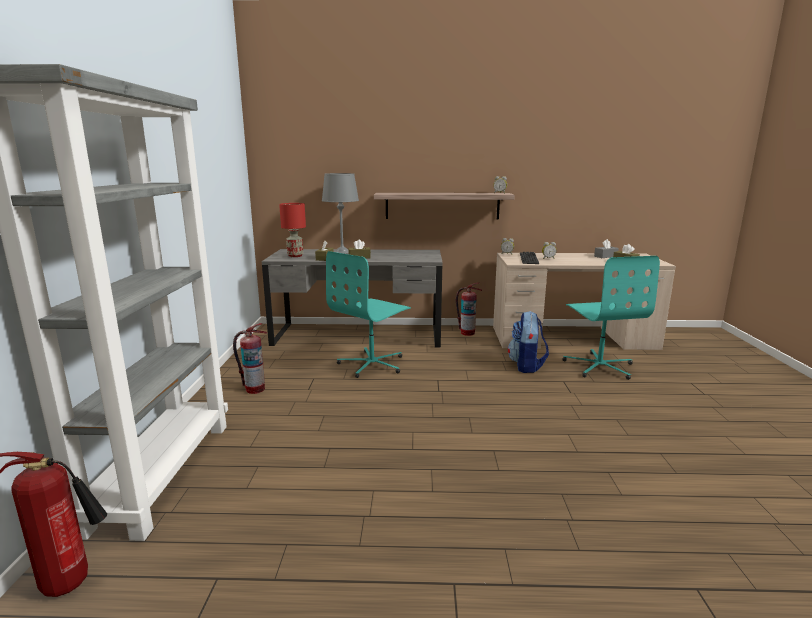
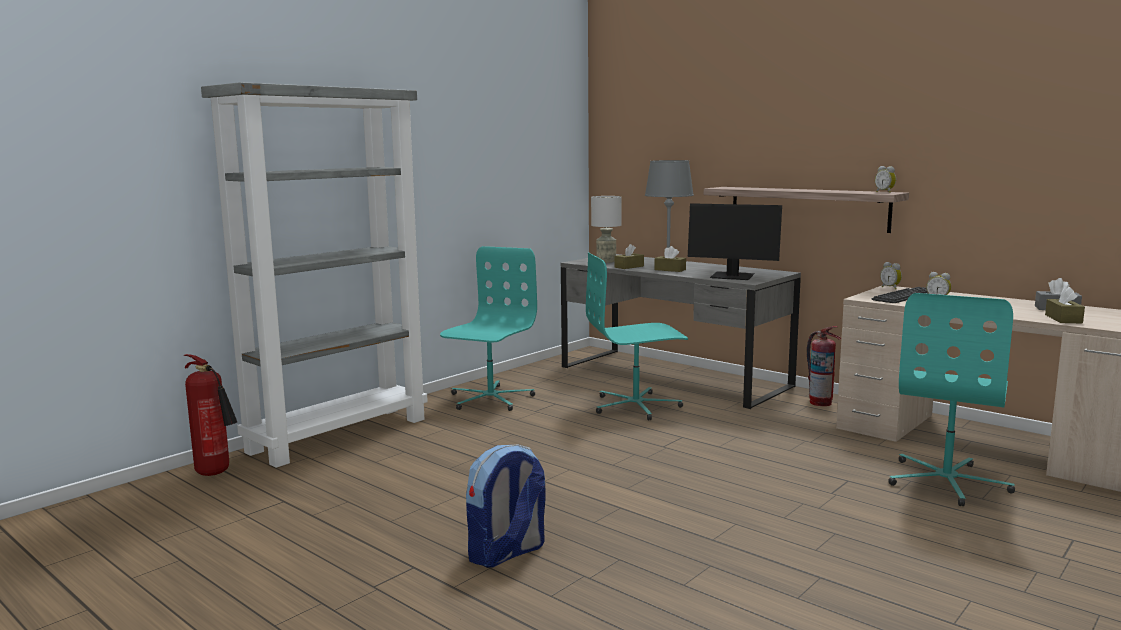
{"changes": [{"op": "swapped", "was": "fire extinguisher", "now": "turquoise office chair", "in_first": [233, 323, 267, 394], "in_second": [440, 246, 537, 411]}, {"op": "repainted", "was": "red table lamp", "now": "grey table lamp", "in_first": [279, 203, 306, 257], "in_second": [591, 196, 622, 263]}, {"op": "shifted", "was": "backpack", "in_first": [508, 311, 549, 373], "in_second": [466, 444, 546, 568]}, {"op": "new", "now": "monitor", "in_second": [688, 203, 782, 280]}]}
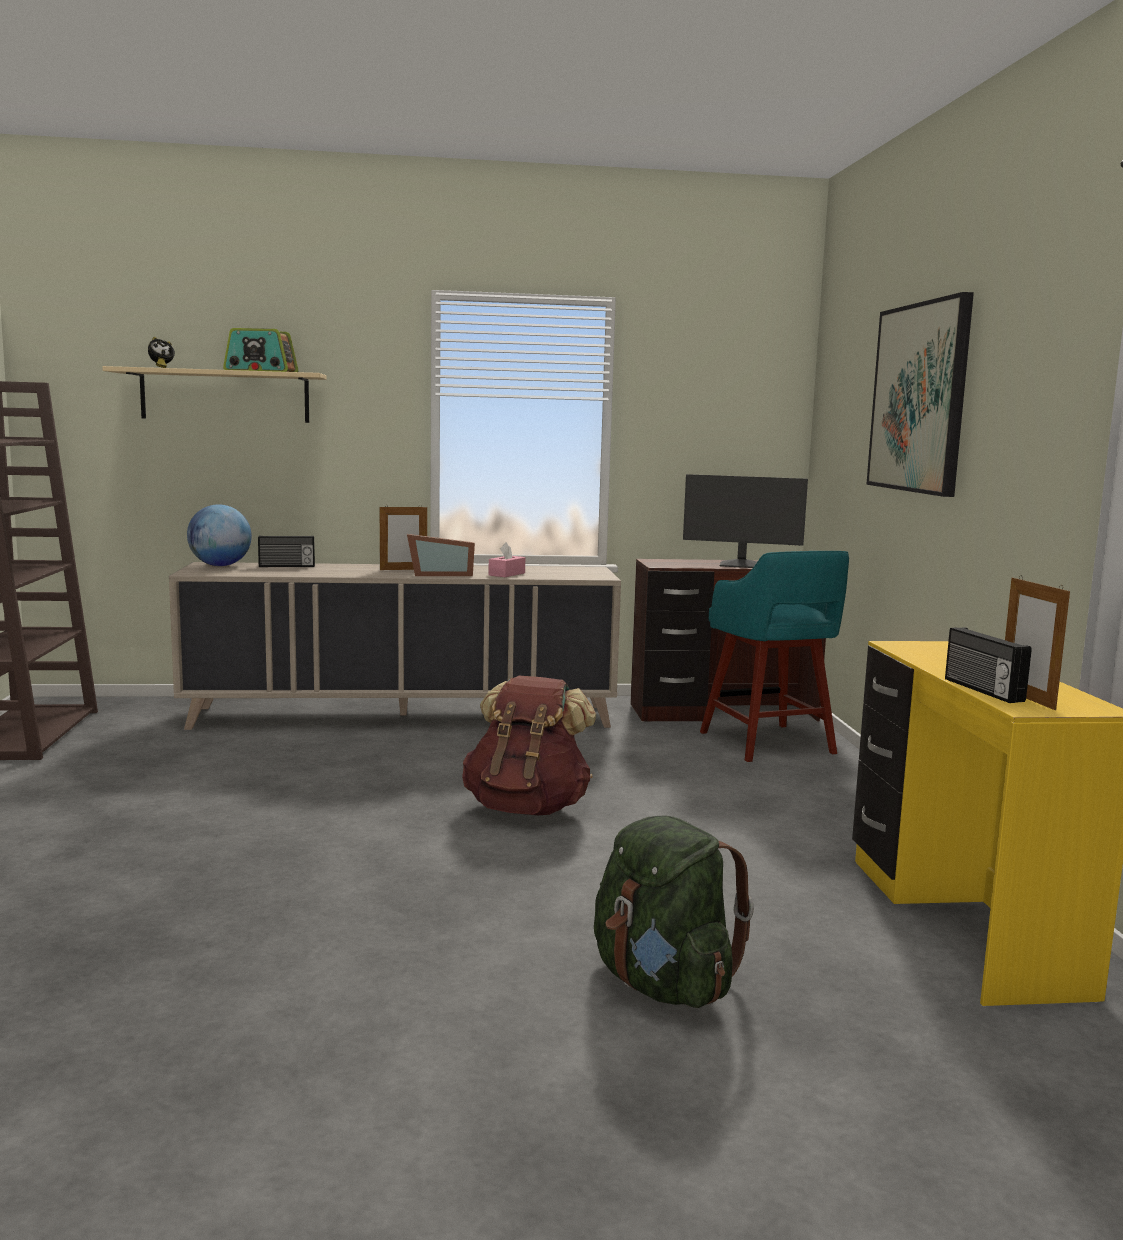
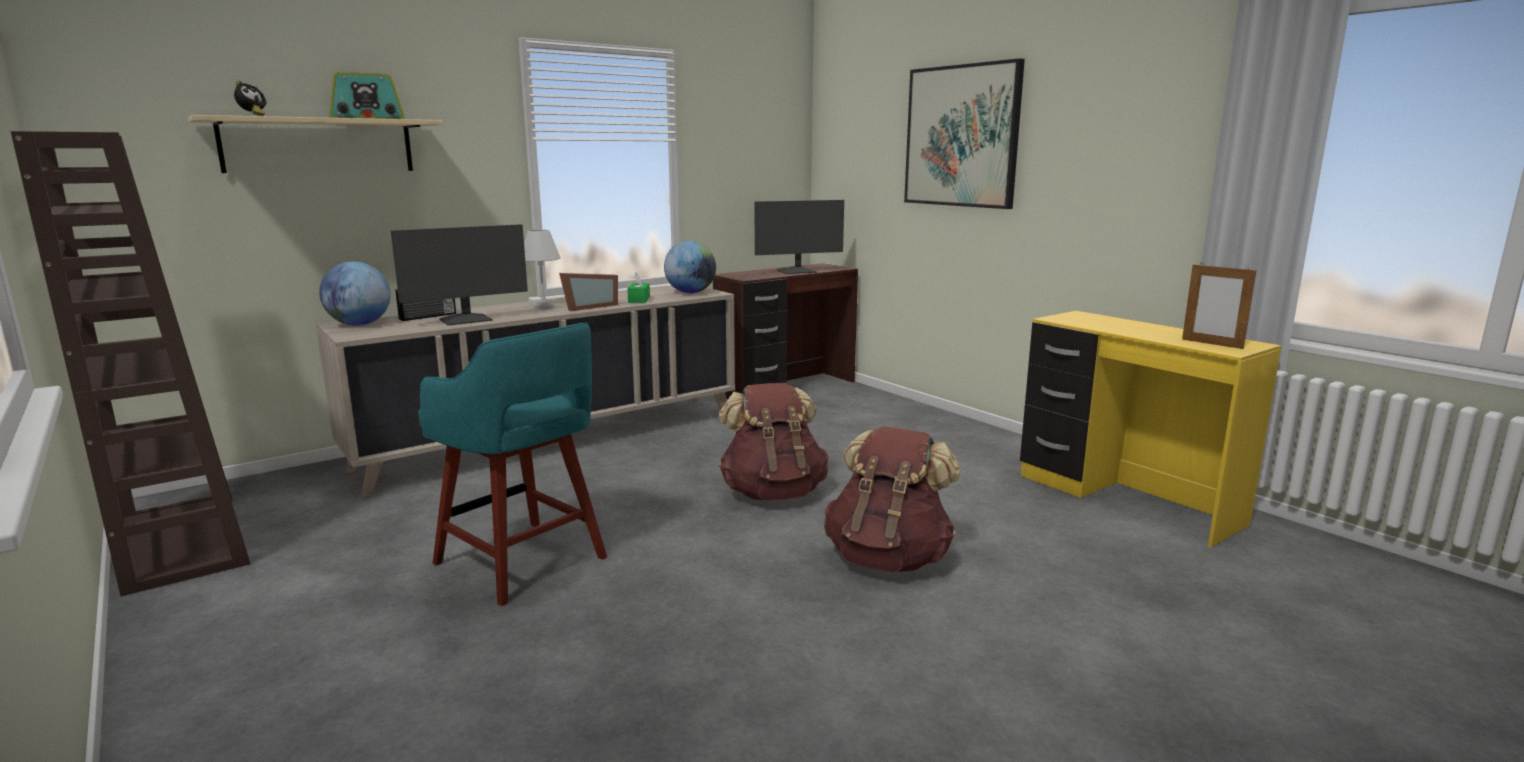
{"changes": [{"op": "swapped", "was": "picture frame", "now": "white table lamp", "in_first": [380, 505, 427, 570], "in_second": [524, 229, 560, 308]}, {"op": "repainted", "was": "pink tissue box", "now": "green tissue box", "in_first": [488, 542, 525, 577], "in_second": [627, 272, 650, 303]}, {"op": "gone", "was": "green backpack", "in_first": [594, 815, 754, 1008]}, {"op": "shifted", "was": "turquoise stool", "in_first": [700, 551, 849, 762], "in_second": [418, 322, 607, 606]}, {"op": "gone", "was": "radio", "in_first": [945, 627, 1032, 703]}, {"op": "new", "now": "monitor", "in_second": [391, 224, 528, 325]}, {"op": "new", "now": "globe", "in_second": [664, 241, 716, 293]}, {"op": "new", "now": "brown backpack", "in_second": [824, 426, 961, 572]}]}
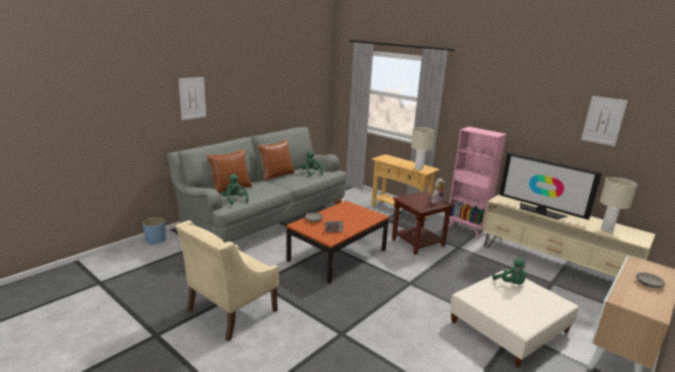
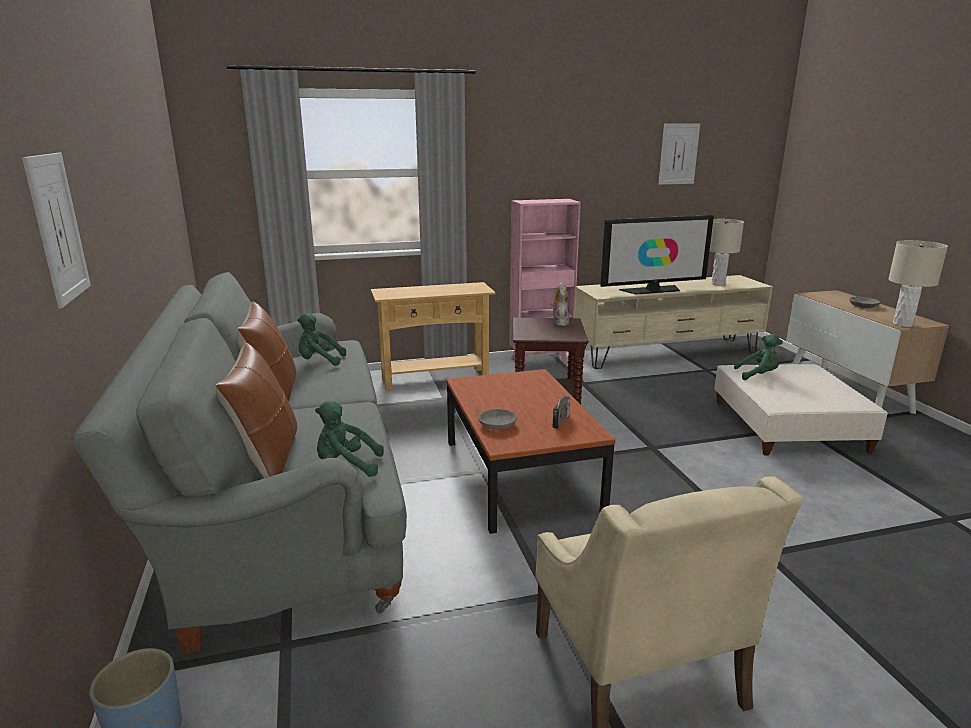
{"changes": [{"op": "shifted", "was": "beige table lamp", "in_first": [411, 127, 434, 170], "in_second": [888, 240, 948, 327]}]}
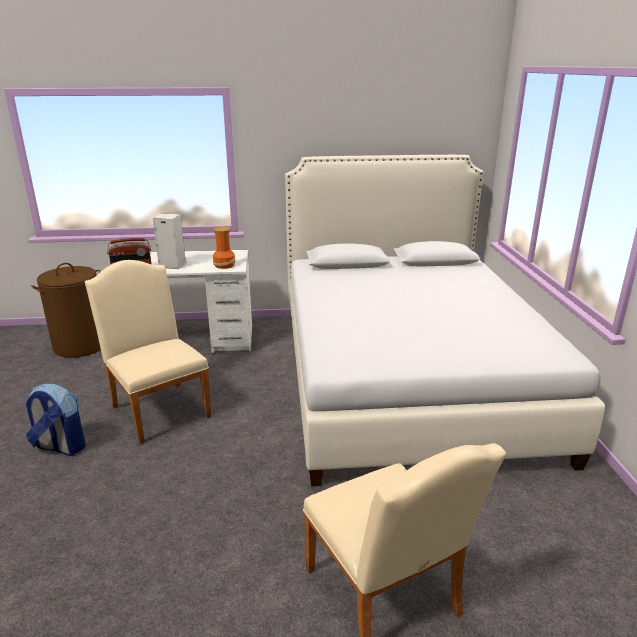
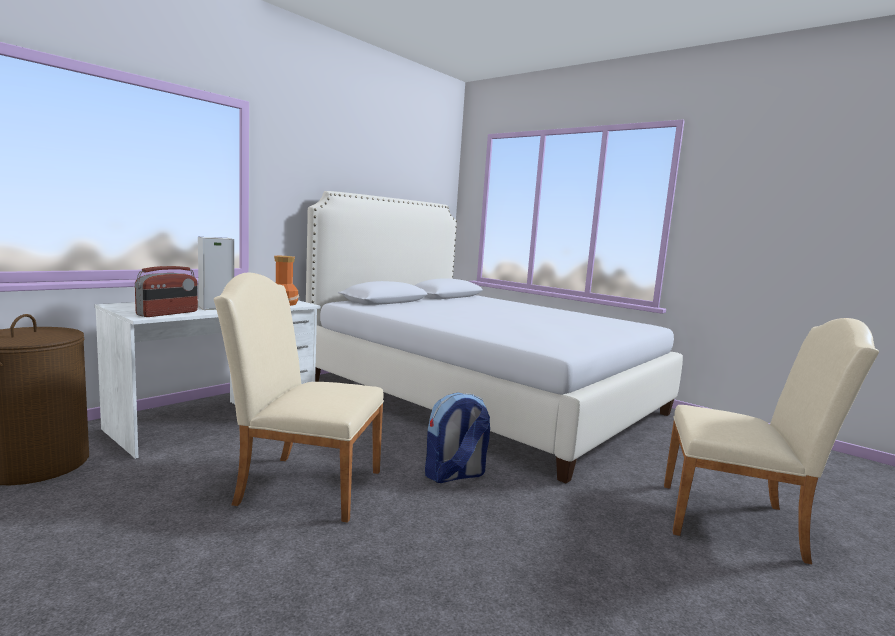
{"changes": [{"op": "shifted", "was": "backpack", "in_first": [26, 383, 86, 456], "in_second": [425, 392, 490, 483]}]}
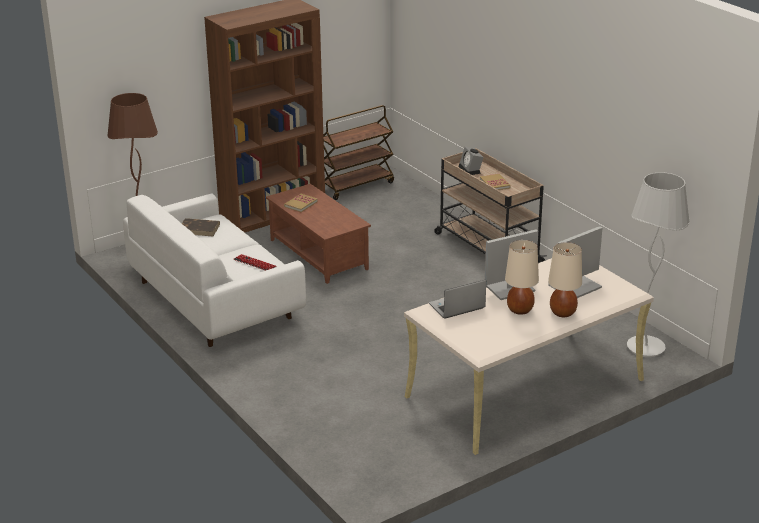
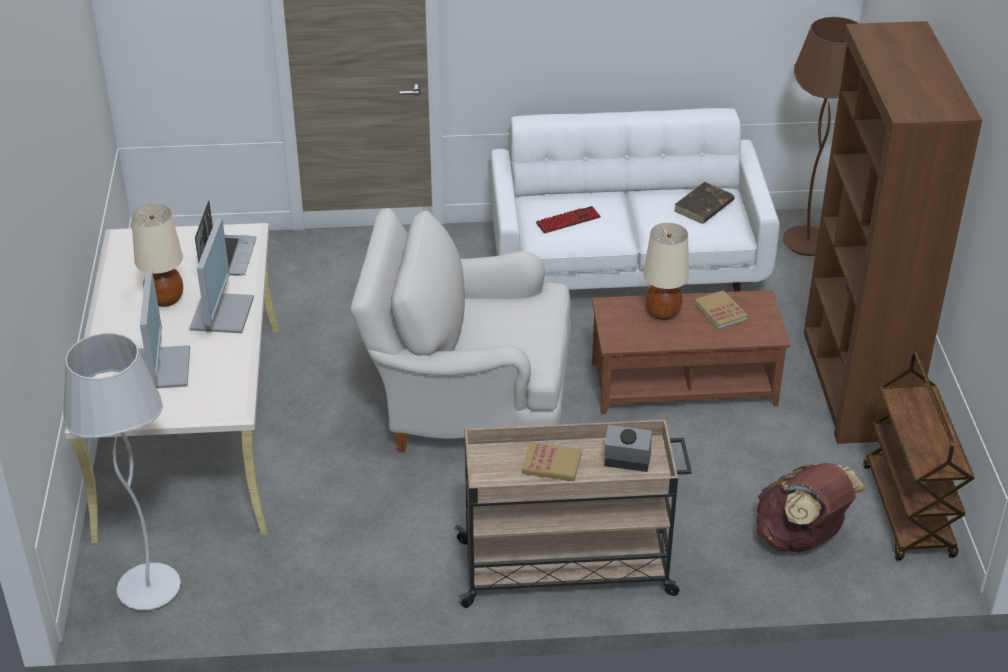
{"changes": [{"op": "shifted", "was": "beige table lamp", "in_first": [548, 242, 582, 317], "in_second": [643, 223, 689, 320]}, {"op": "new", "now": "white armchair", "in_second": [350, 208, 571, 453]}, {"op": "new", "now": "brown backpack", "in_second": [756, 463, 867, 553]}]}
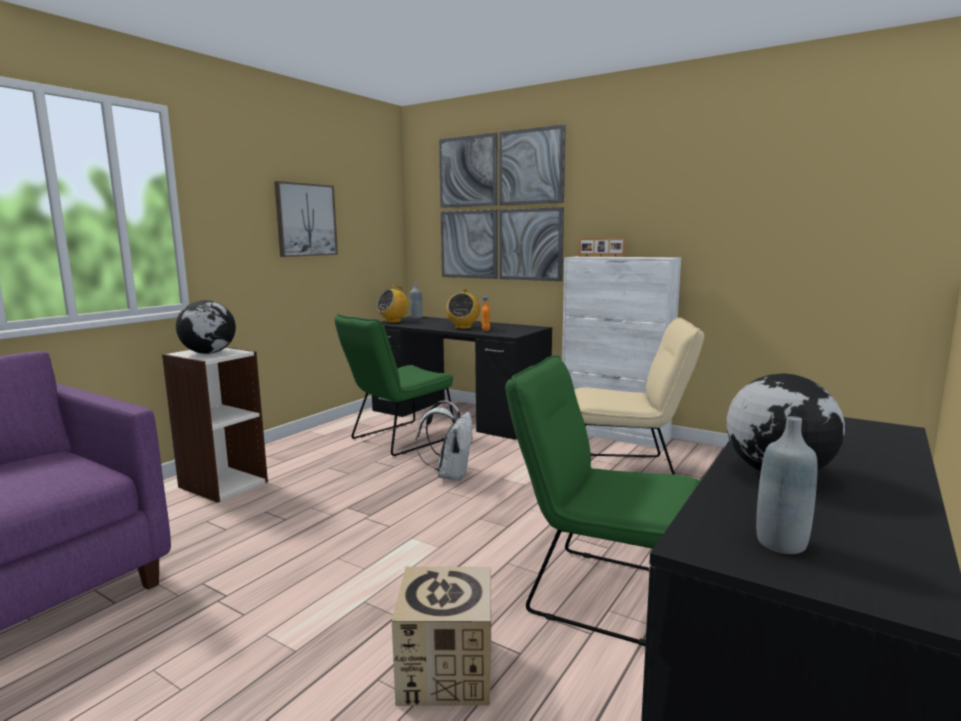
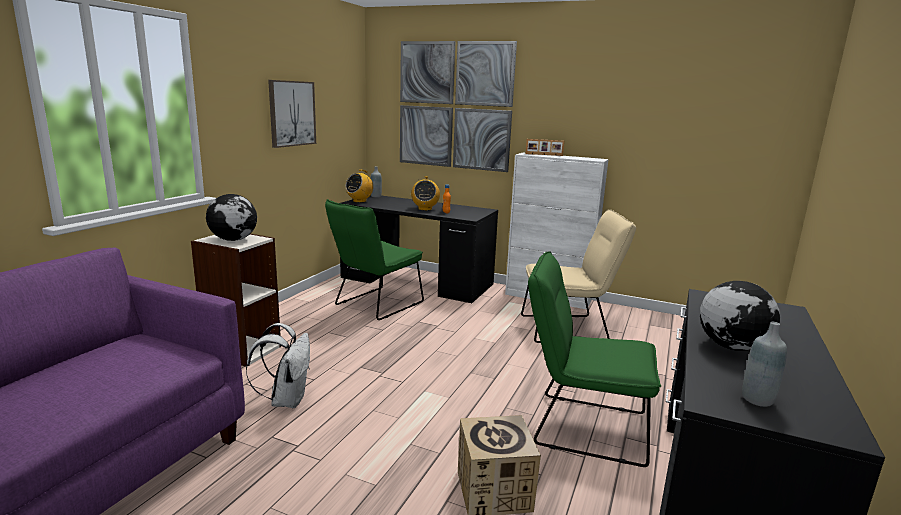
{"changes": [{"op": "shifted", "was": "white backpack", "in_first": [416, 400, 473, 481], "in_second": [246, 323, 310, 408]}]}
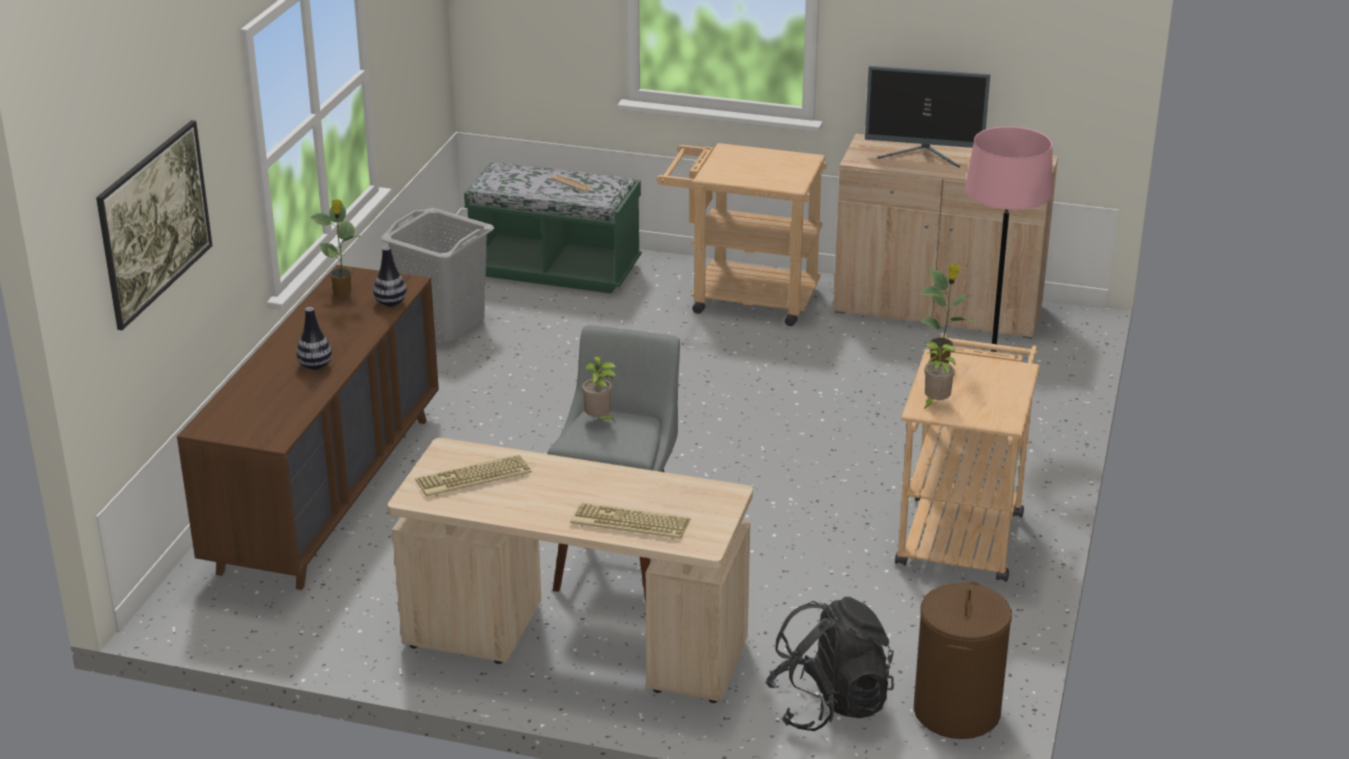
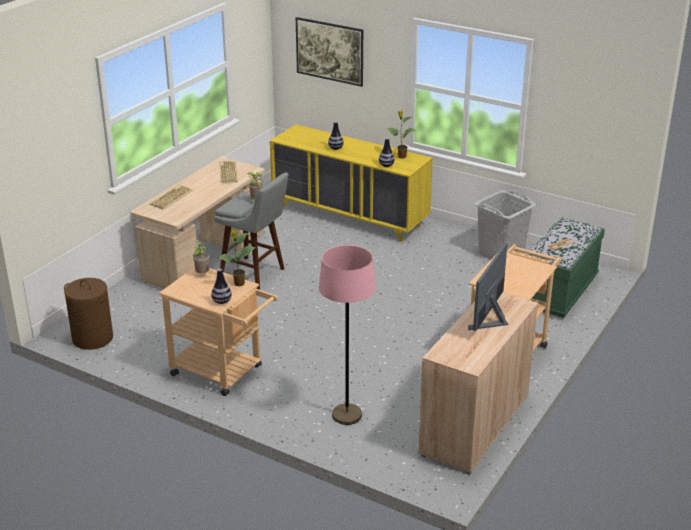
{"changes": [{"op": "repainted", "was": "brown dresser", "now": "yellow dresser", "in_first": [177, 265, 439, 590], "in_second": [270, 125, 433, 242]}, {"op": "gone", "was": "black backpack", "in_first": [765, 597, 894, 731]}, {"op": "new", "now": "vase", "in_second": [211, 269, 232, 304]}]}
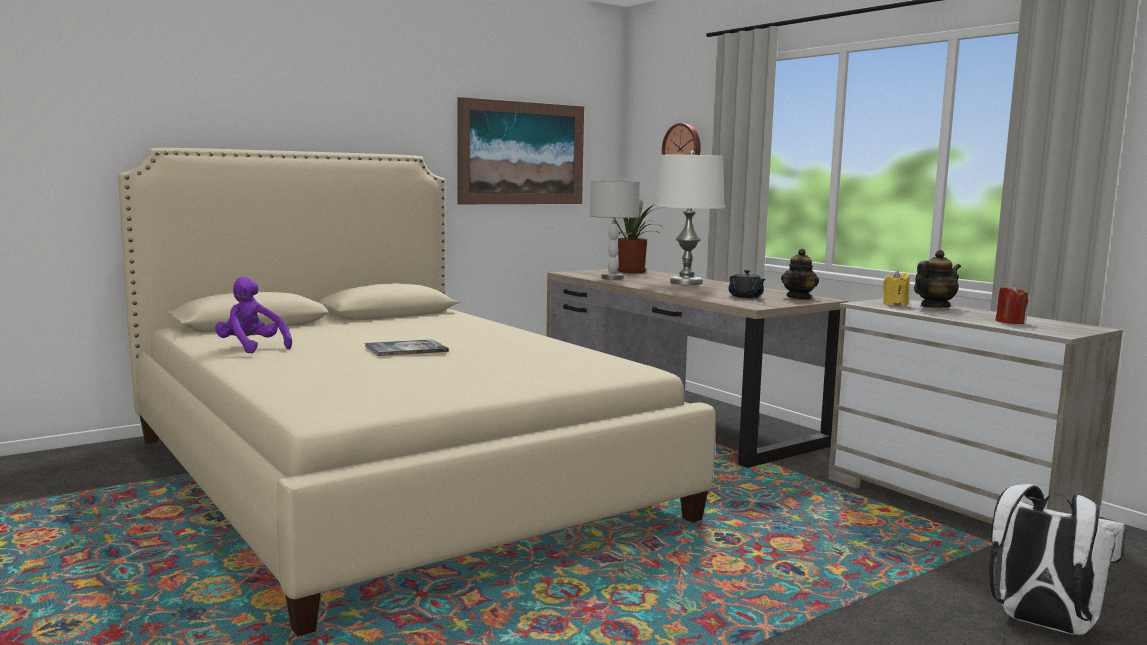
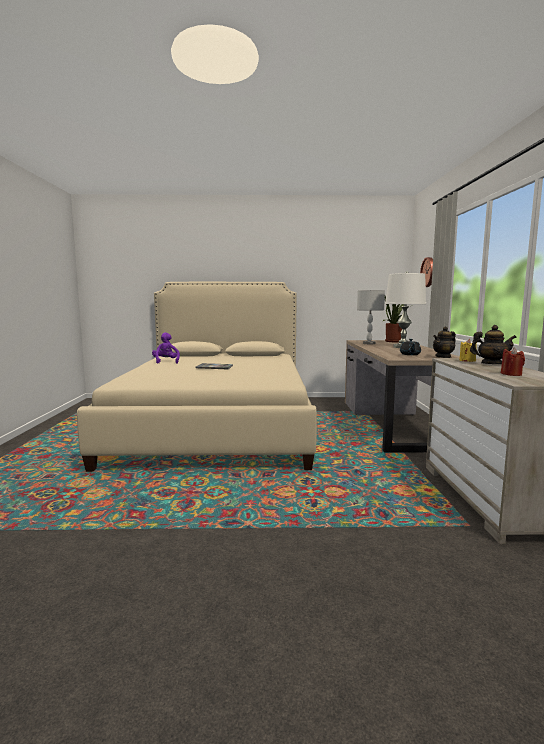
{"changes": [{"op": "gone", "was": "picture", "in_first": [457, 97, 584, 204]}, {"op": "gone", "was": "white backpack", "in_first": [989, 484, 1125, 635]}]}
